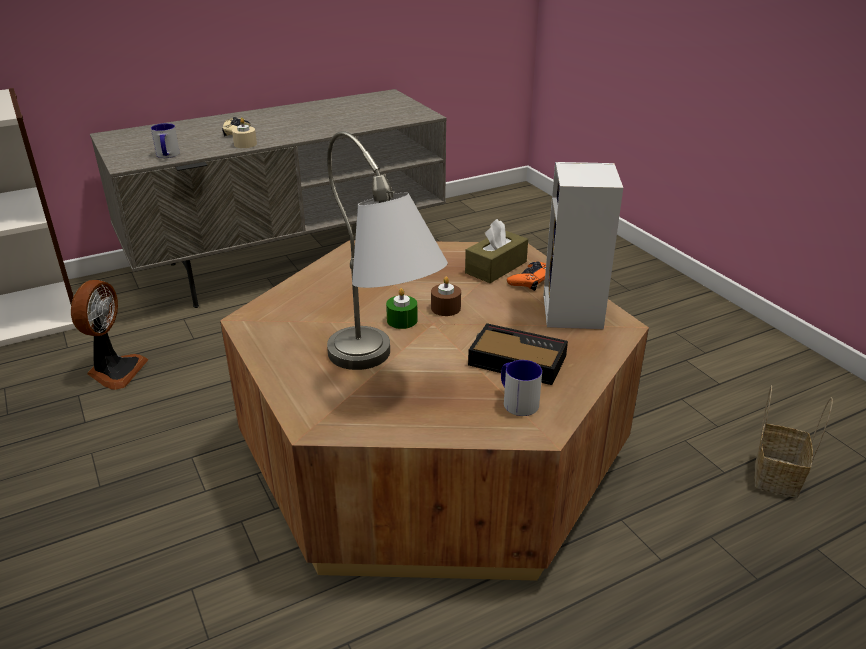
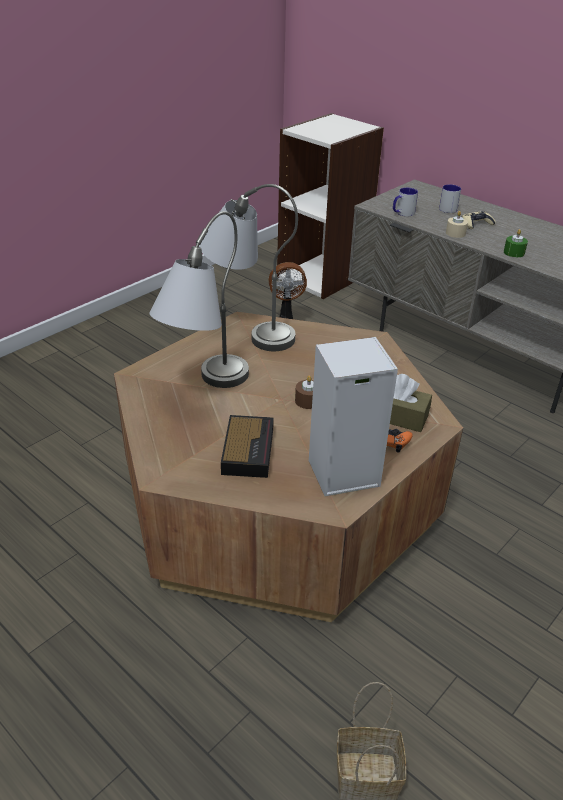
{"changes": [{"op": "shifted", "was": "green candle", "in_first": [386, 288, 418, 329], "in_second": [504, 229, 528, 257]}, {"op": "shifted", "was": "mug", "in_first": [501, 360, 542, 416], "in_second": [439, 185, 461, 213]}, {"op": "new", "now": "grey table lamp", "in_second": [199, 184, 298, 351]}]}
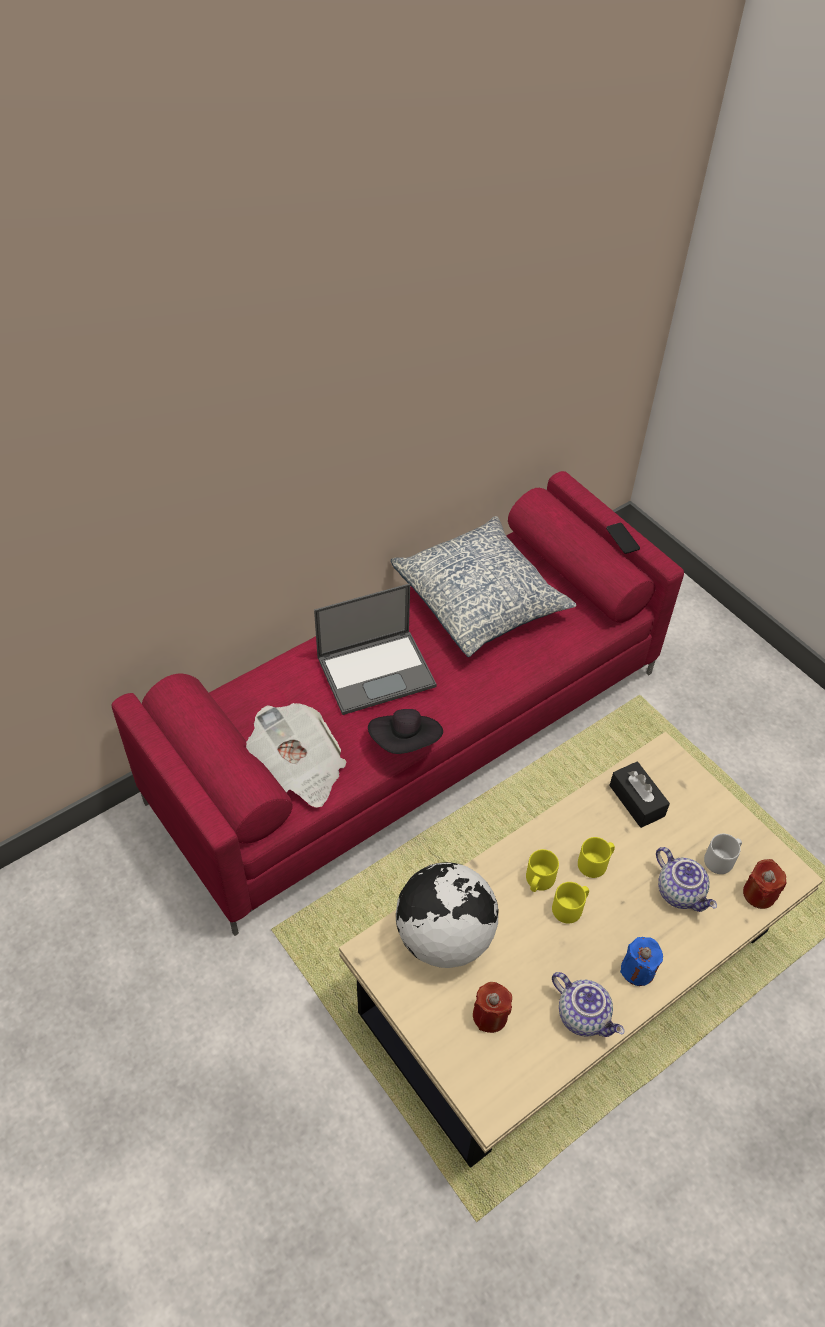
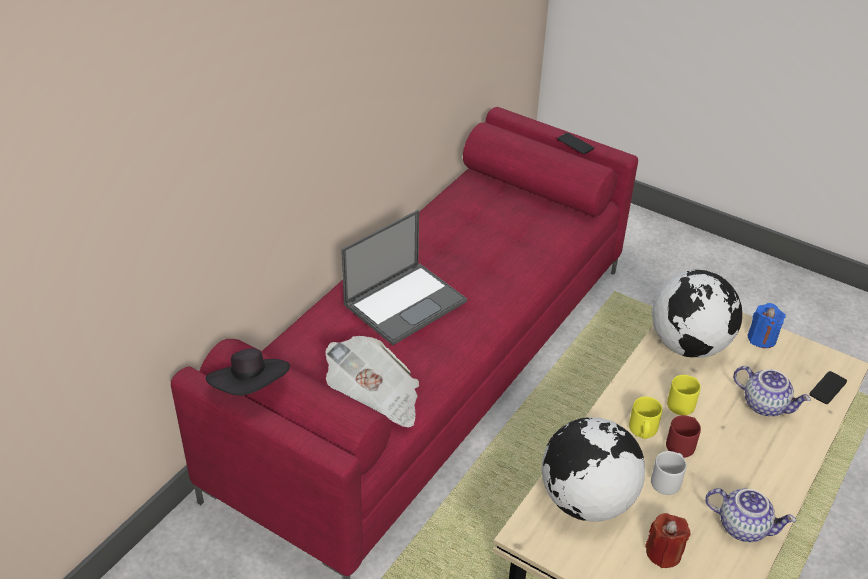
{"changes": [{"op": "shifted", "was": "black hat", "in_first": [368, 709, 443, 754], "in_second": [206, 348, 290, 396]}, {"op": "gone", "was": "pillow", "in_first": [391, 516, 577, 657]}, {"op": "repainted", "was": "yellow mug", "now": "red mug", "in_first": [552, 882, 589, 924], "in_second": [666, 415, 701, 458]}, {"op": "swapped", "was": "black tissue box", "now": "globe", "in_first": [609, 762, 670, 828], "in_second": [652, 270, 742, 358]}, {"op": "shifted", "was": "blue candle", "in_first": [620, 937, 663, 986], "in_second": [747, 303, 786, 348]}, {"op": "shifted", "was": "grey mug", "in_first": [704, 834, 742, 874], "in_second": [651, 451, 687, 495]}, {"op": "swapped", "was": "red candle", "now": "phone", "in_first": [743, 859, 786, 909], "in_second": [810, 371, 847, 404]}]}
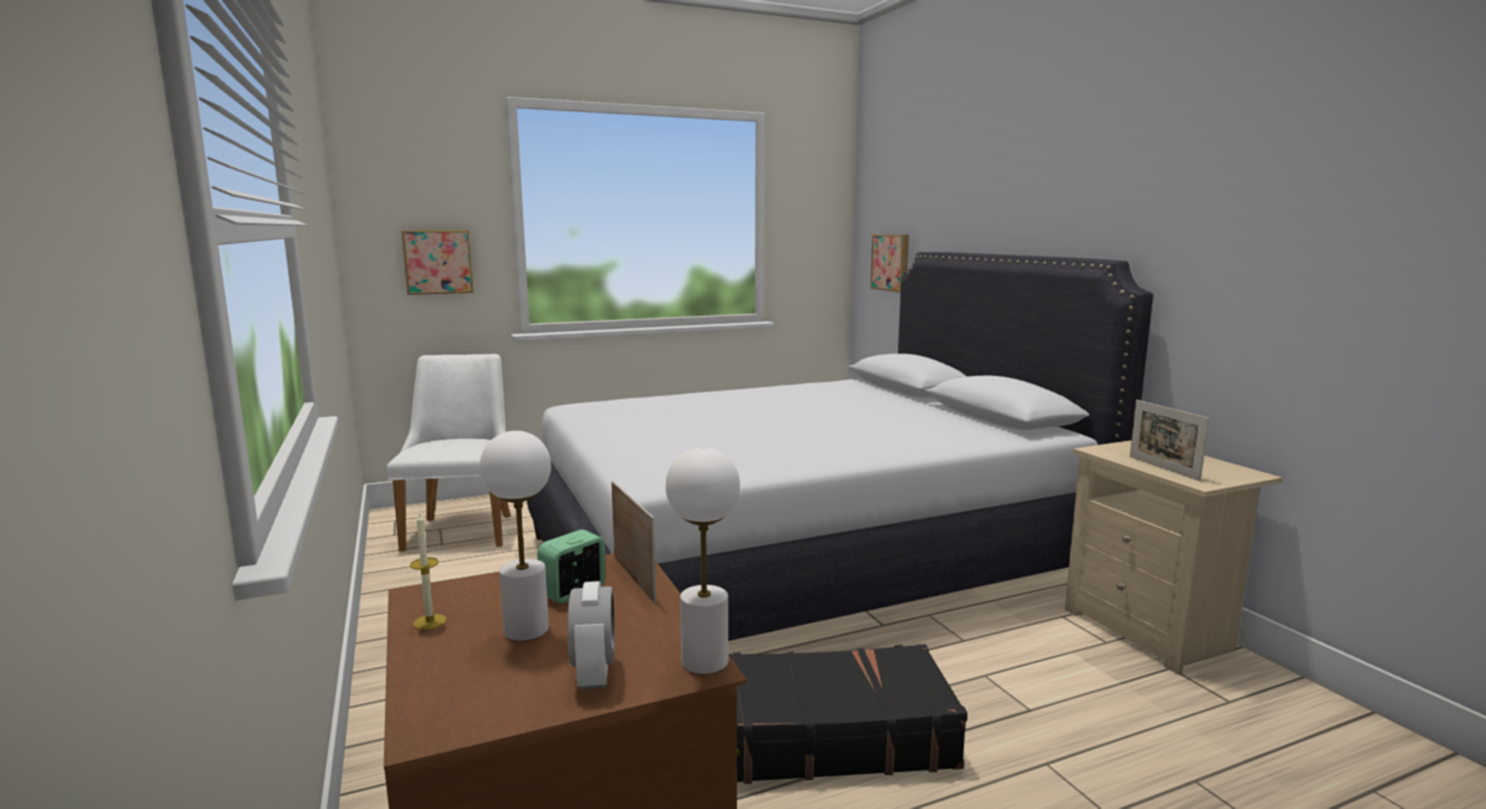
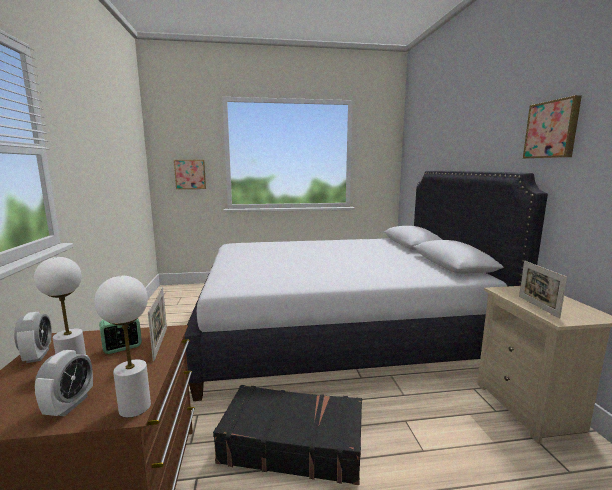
{"changes": [{"op": "gone", "was": "white chair", "in_first": [387, 354, 511, 551]}, {"op": "swapped", "was": "candle", "now": "alarm clock", "in_first": [410, 511, 446, 630], "in_second": [14, 312, 52, 363]}, {"op": "shifted", "was": "picture", "in_first": [870, 234, 909, 292], "in_second": [523, 95, 582, 159]}]}
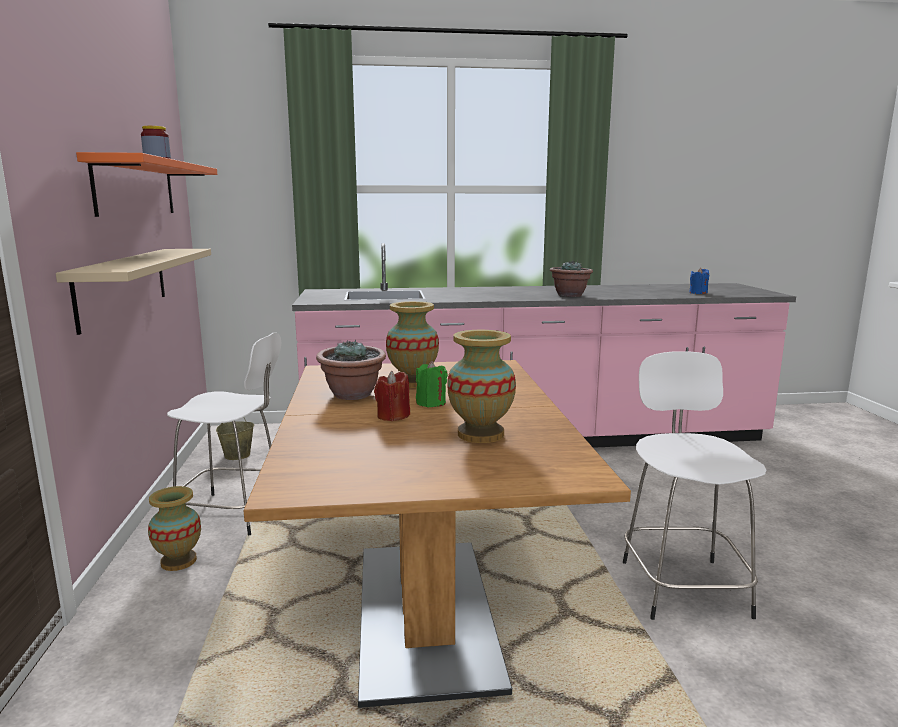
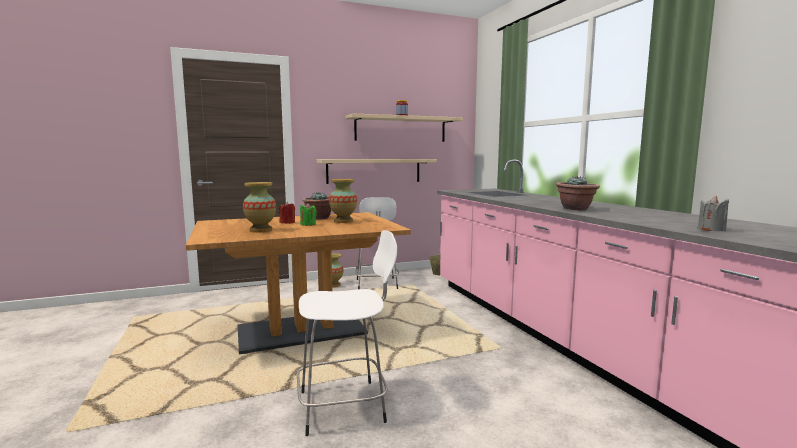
{"changes": [{"op": "repainted", "was": "orange shelf", "now": "beige shelf", "in_first": [76, 152, 217, 217], "in_second": [345, 113, 463, 142]}, {"op": "repainted", "was": "blue candle", "now": "grey candle", "in_first": [689, 267, 709, 294], "in_second": [698, 196, 729, 232]}]}
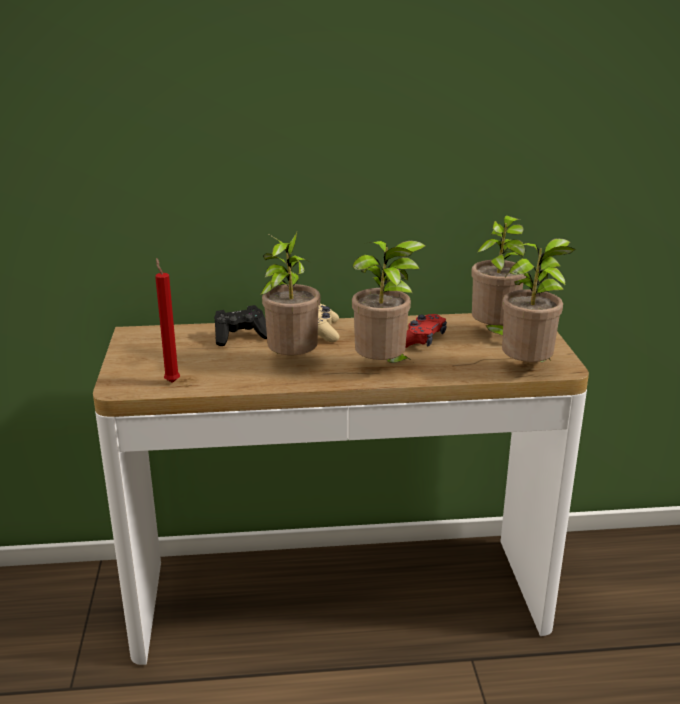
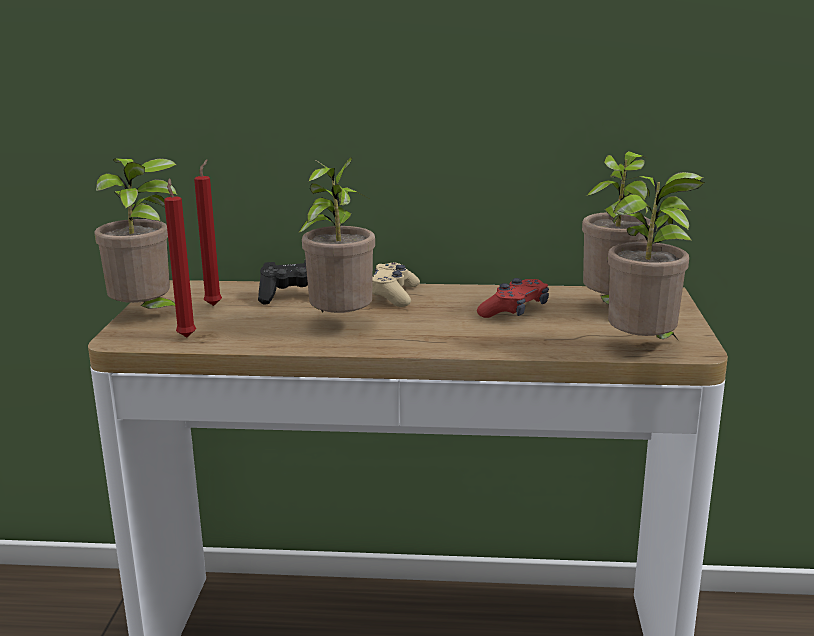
{"changes": [{"op": "shifted", "was": "potted plant", "in_first": [352, 240, 426, 363], "in_second": [94, 158, 177, 309]}, {"op": "new", "now": "red candle", "in_second": [194, 159, 222, 306]}]}
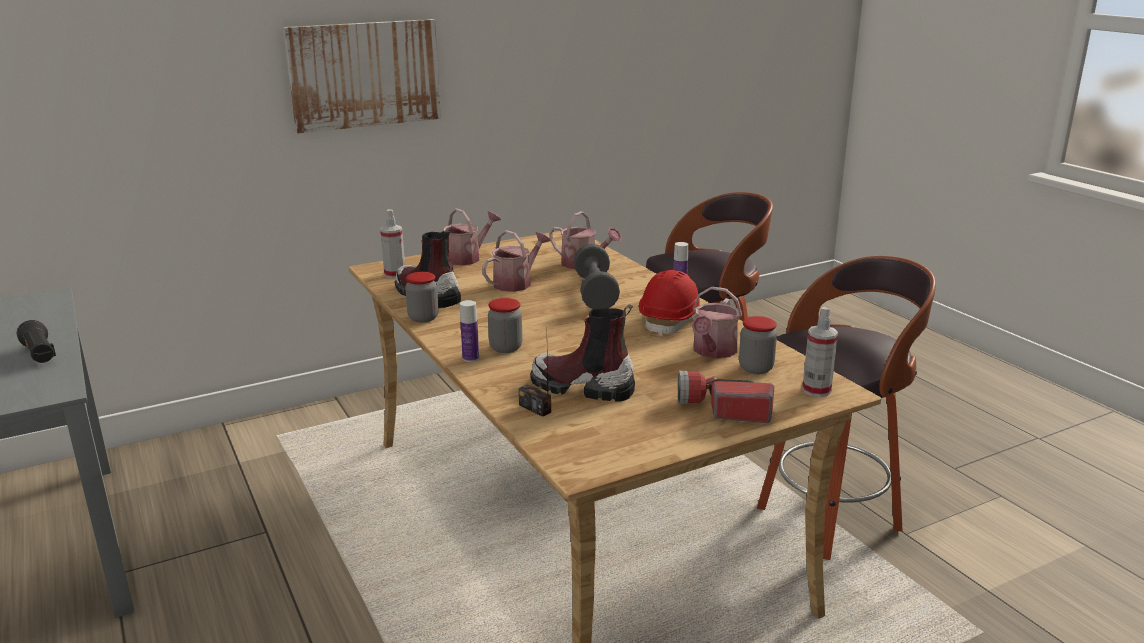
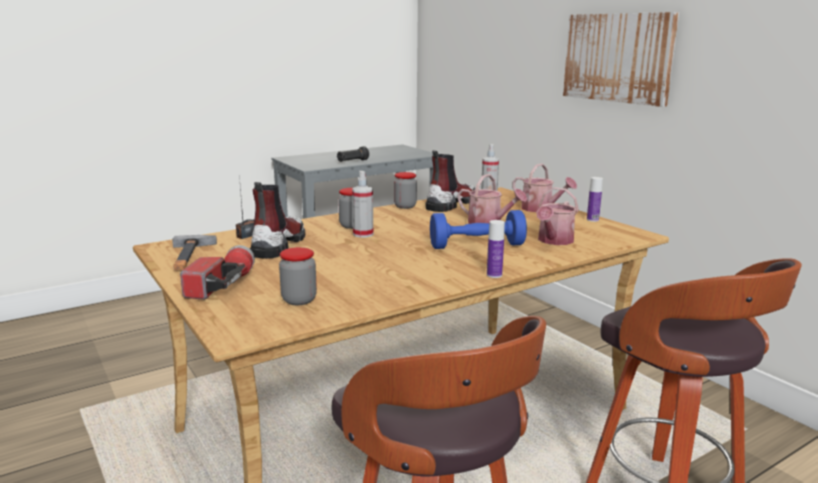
{"changes": [{"op": "shifted", "was": "bottle", "in_first": [460, 300, 479, 362], "in_second": [587, 177, 603, 222]}, {"op": "repainted", "was": "grey dumbbell", "now": "blue dumbbell", "in_first": [574, 244, 620, 309], "in_second": [430, 210, 527, 249]}, {"op": "gone", "was": "red hard hat", "in_first": [639, 270, 700, 336]}, {"op": "gone", "was": "watering can", "in_first": [692, 286, 742, 358]}, {"op": "shifted", "was": "spray bottle", "in_first": [802, 307, 838, 397], "in_second": [352, 171, 373, 238]}, {"op": "new", "now": "hammer", "in_second": [172, 235, 217, 270]}]}
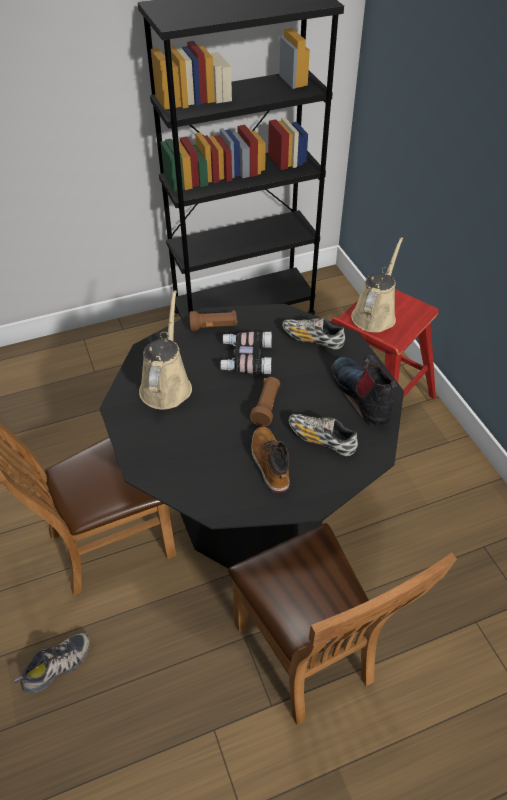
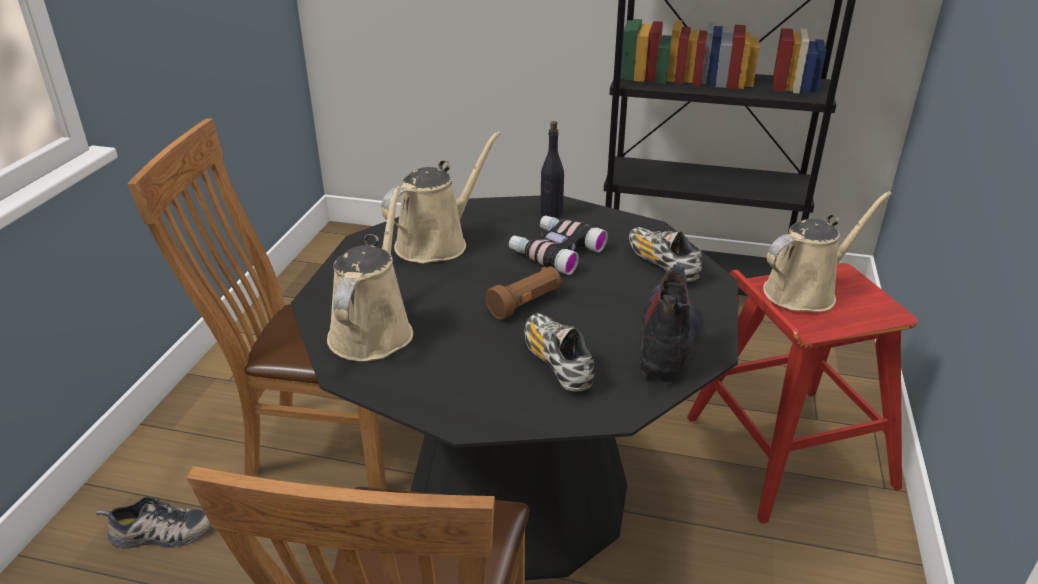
{"changes": [{"op": "swapped", "was": "brown flashlight", "now": "black bottle", "in_first": [189, 311, 238, 331], "in_second": [540, 121, 564, 218]}, {"op": "gone", "was": "boot", "in_first": [251, 427, 289, 493]}, {"op": "new", "now": "beige watering can", "in_second": [327, 186, 413, 361]}]}
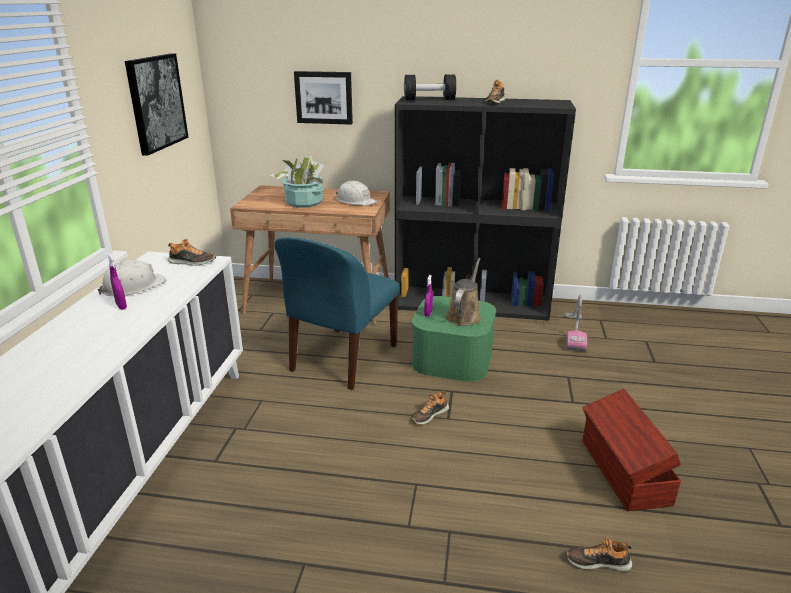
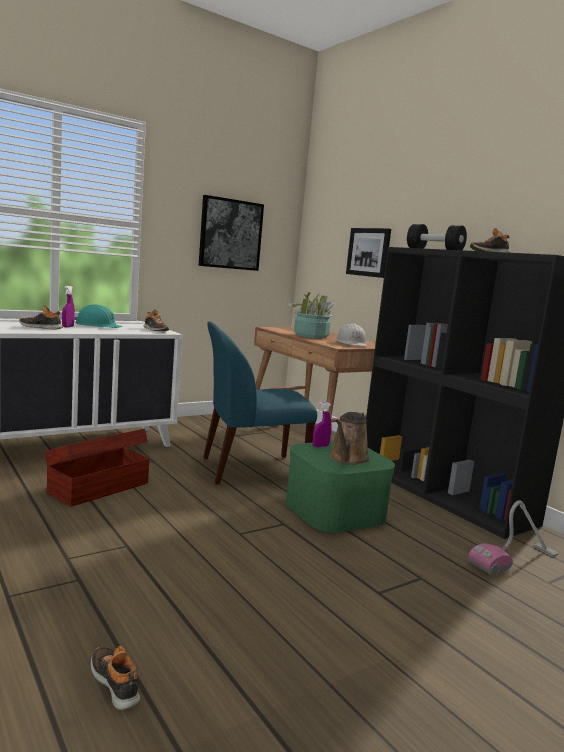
{"changes": [{"op": "repainted", "was": "white hard hat", "now": "turquoise hard hat", "in_first": [98, 260, 167, 296], "in_second": [74, 304, 123, 328]}, {"op": "shifted", "was": "shoe", "in_first": [411, 391, 449, 424], "in_second": [19, 305, 63, 330]}, {"op": "rotated", "was": "brown watering can", "in_first": [445, 258, 481, 326], "in_second": [329, 412, 370, 465], "clockwise": 135}, {"op": "shifted", "was": "brown storage box", "in_first": [582, 389, 681, 511], "in_second": [44, 429, 150, 507]}]}
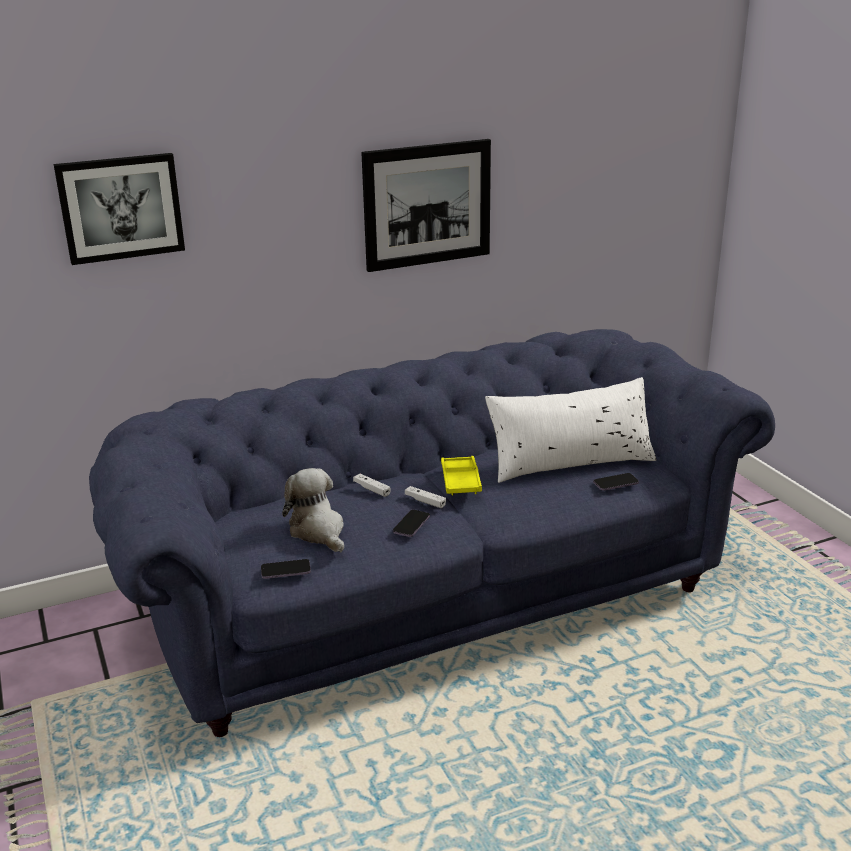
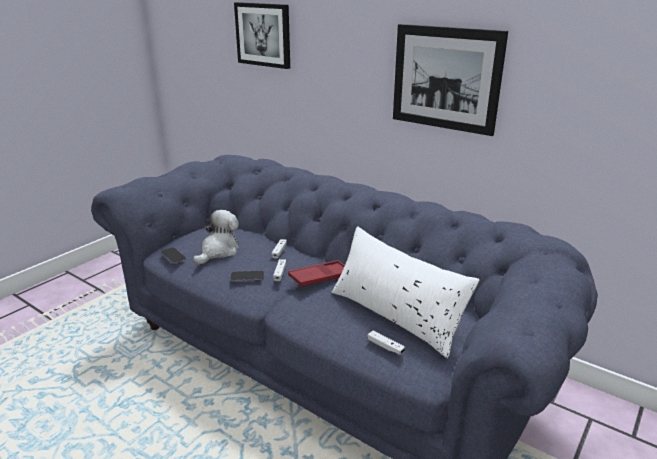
{"changes": [{"op": "repainted", "was": "yellow tray", "now": "red tray", "in_first": [441, 456, 482, 495], "in_second": [288, 260, 345, 287]}, {"op": "swapped", "was": "phone", "now": "white game controller", "in_first": [593, 473, 639, 491], "in_second": [368, 331, 405, 355]}]}
